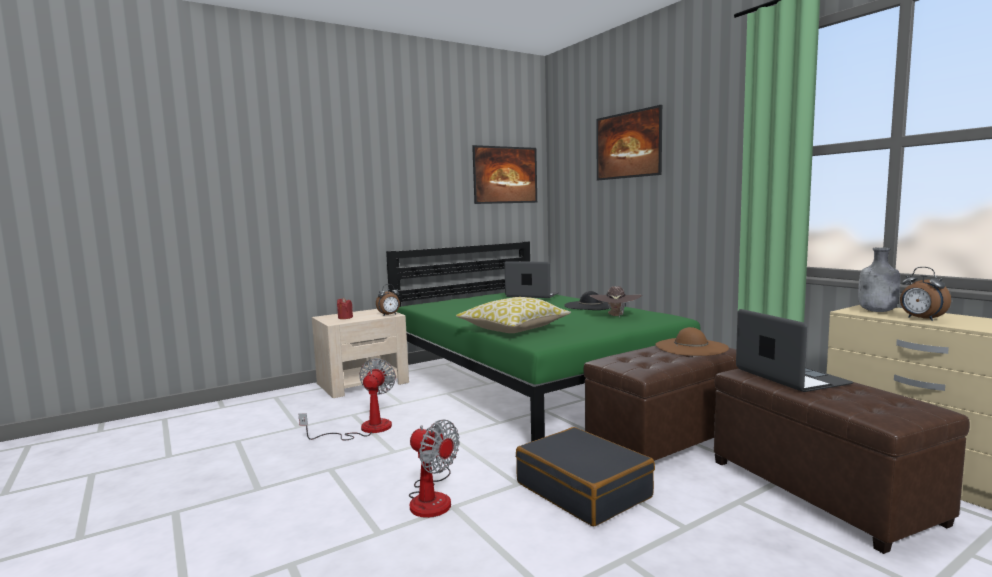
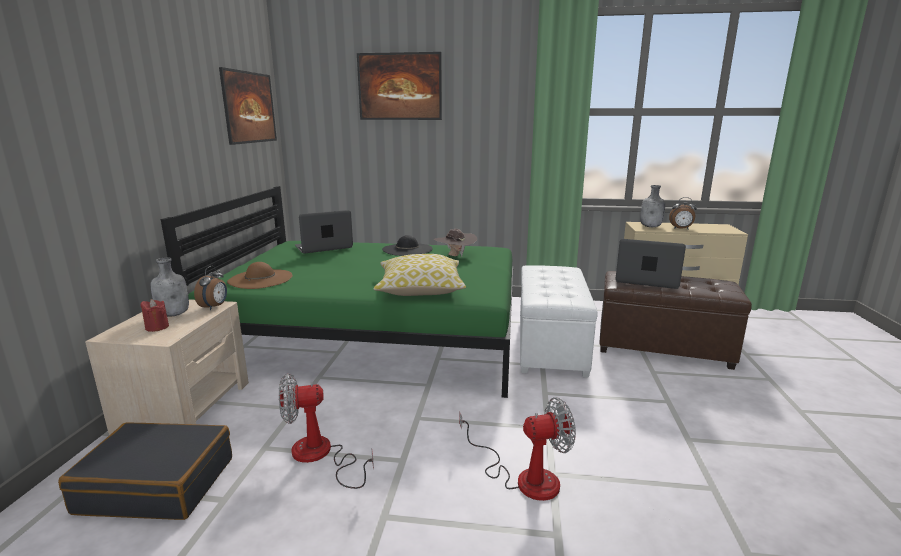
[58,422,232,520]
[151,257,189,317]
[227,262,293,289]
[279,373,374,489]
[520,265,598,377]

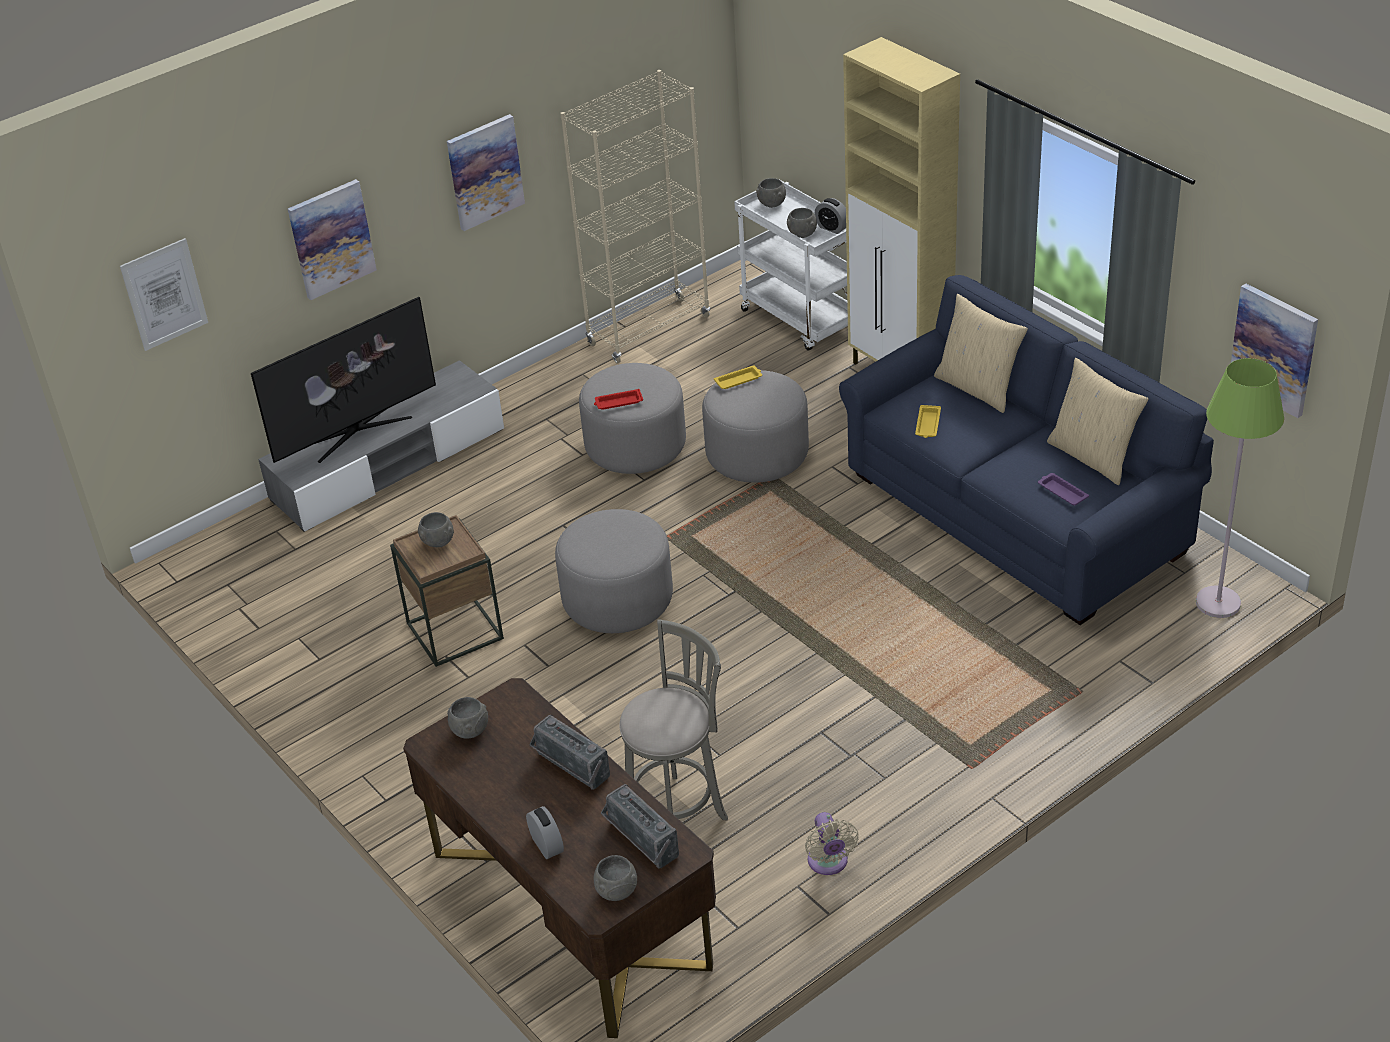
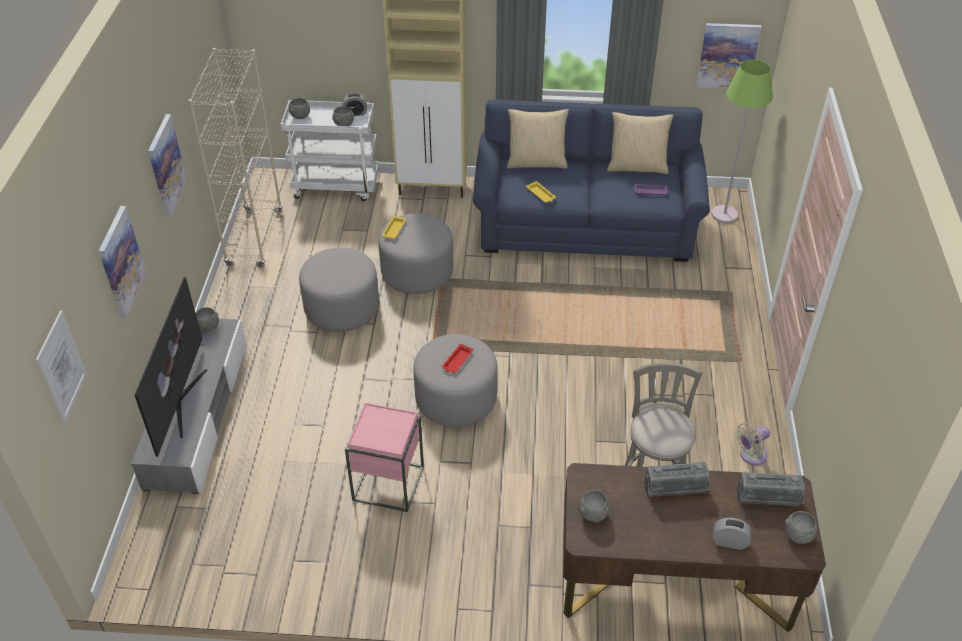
[195,307,219,332]
[345,403,424,512]
[442,344,473,373]
[736,423,770,465]

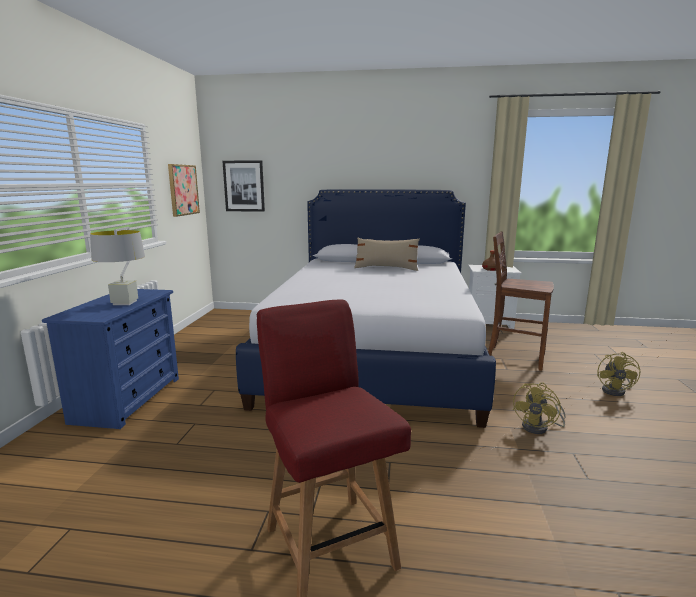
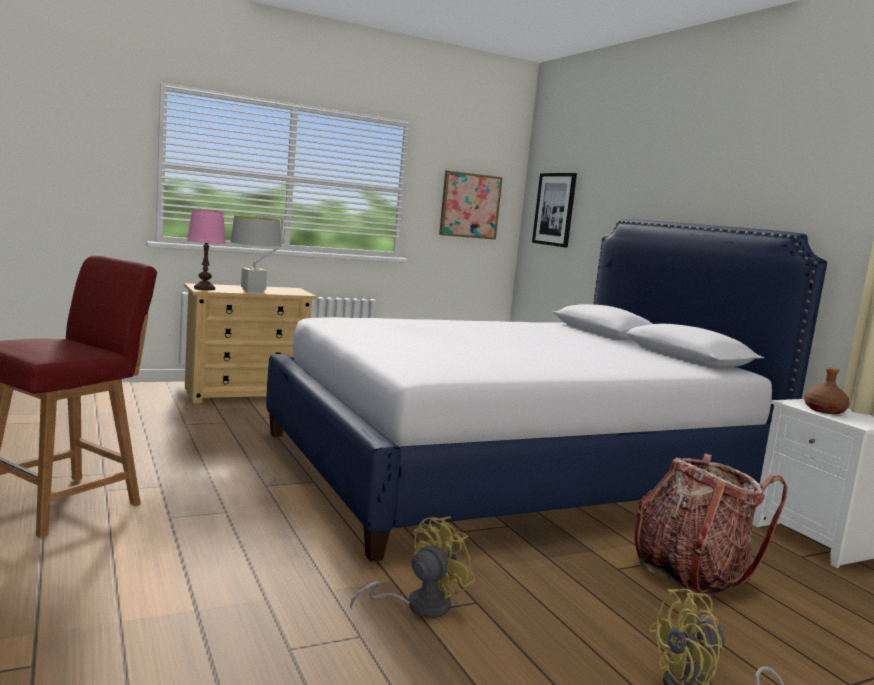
[184,283,317,403]
[187,209,226,290]
[350,516,475,618]
[634,453,787,597]
[354,237,420,271] (first image)

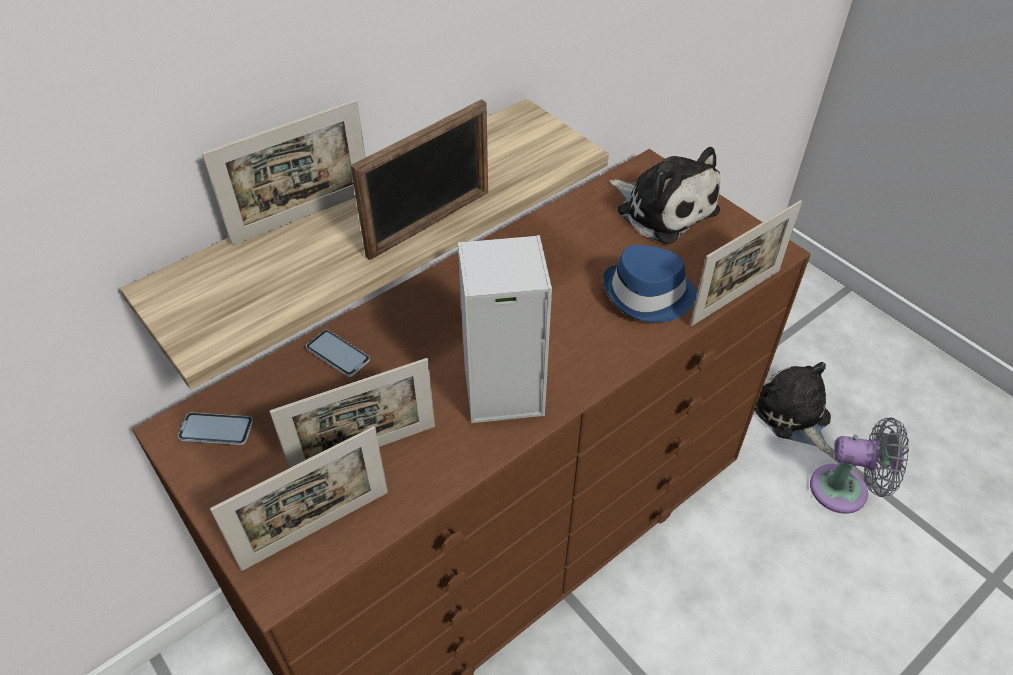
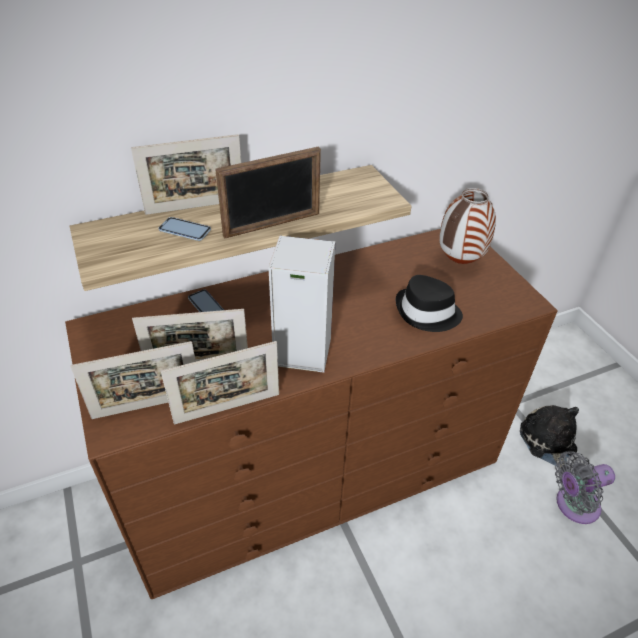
[159,217,211,241]
[161,341,279,425]
[396,275,463,332]
[439,188,496,264]
[555,451,615,524]

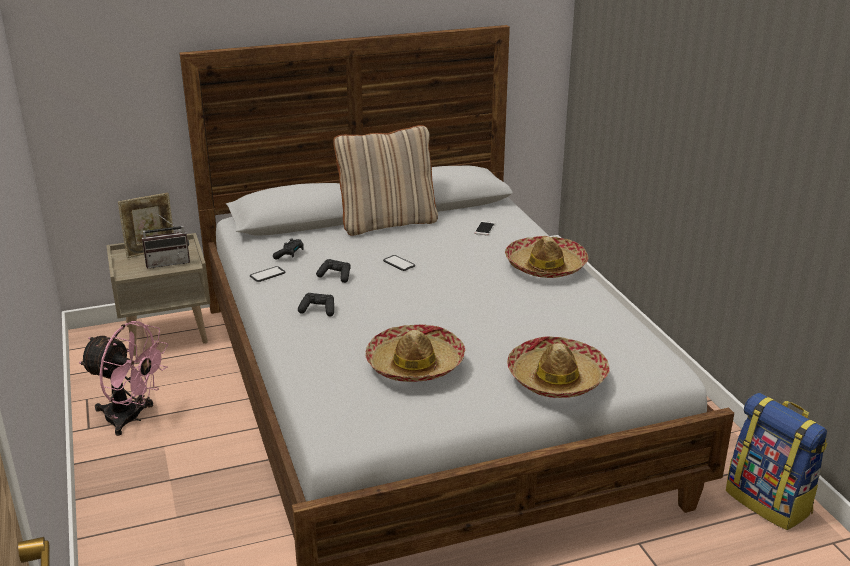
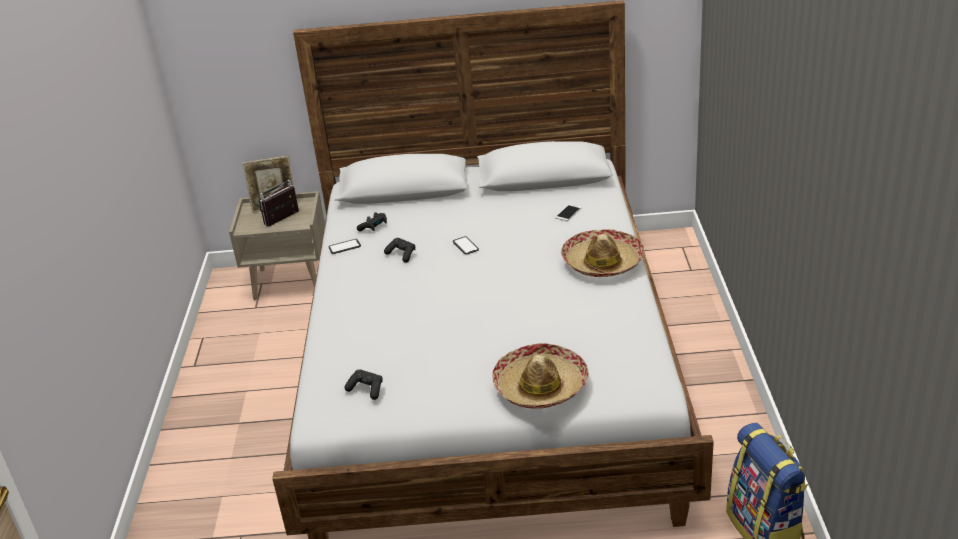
[259,180,299,227]
[344,369,383,400]
[79,321,168,436] (first image)
[333,125,438,236] (first image)
[365,325,466,382] (first image)

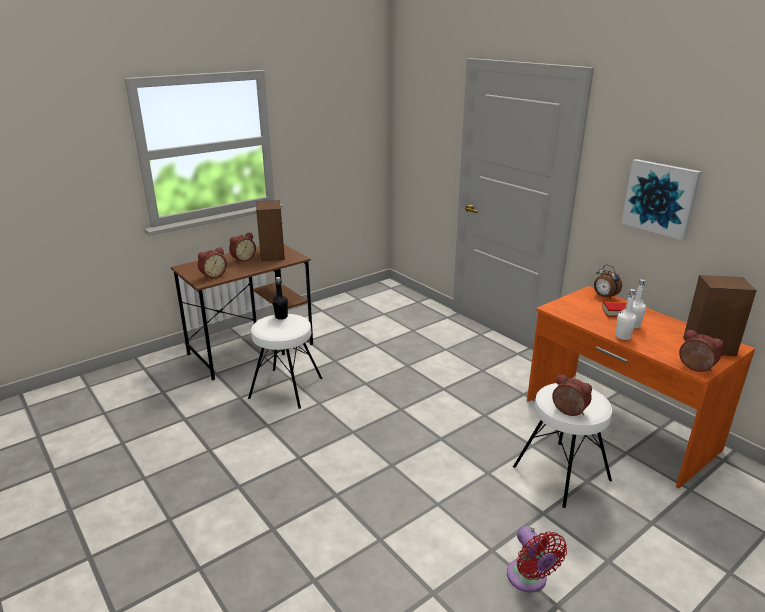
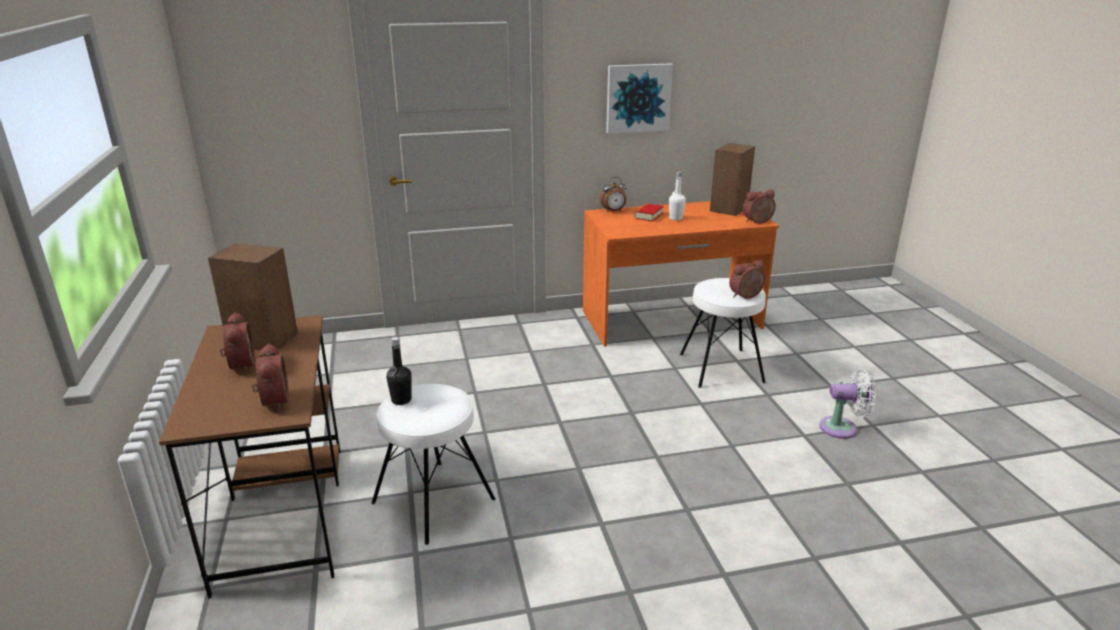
[820,368,876,439]
[616,289,636,340] (first image)

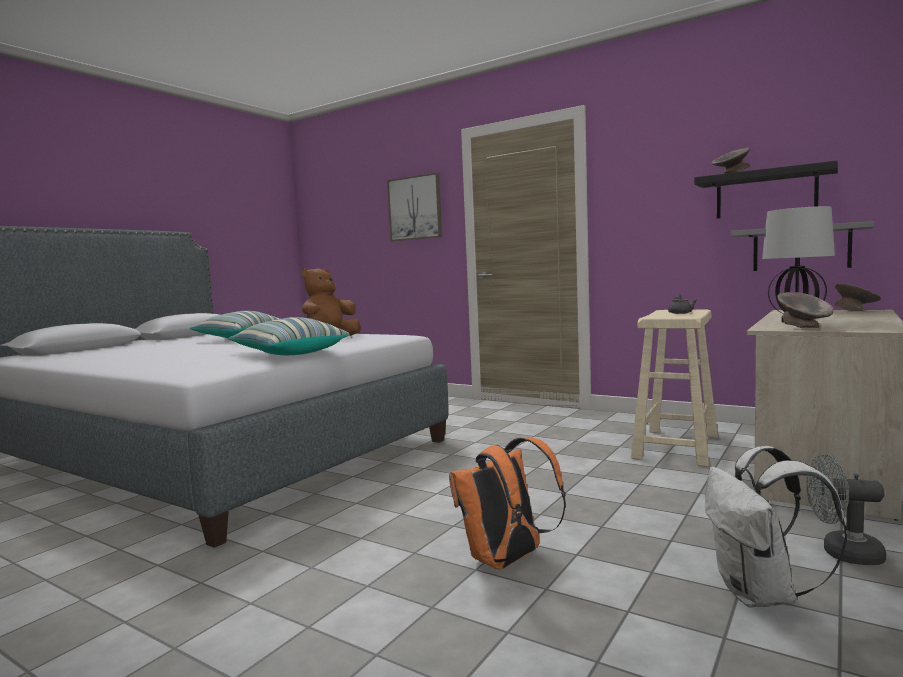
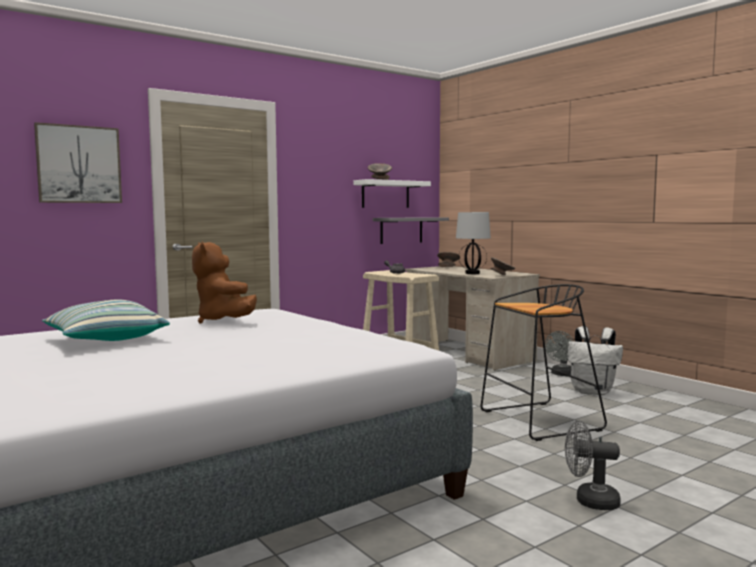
[354,179,431,208]
[481,284,607,441]
[565,421,621,510]
[228,317,349,355] (first image)

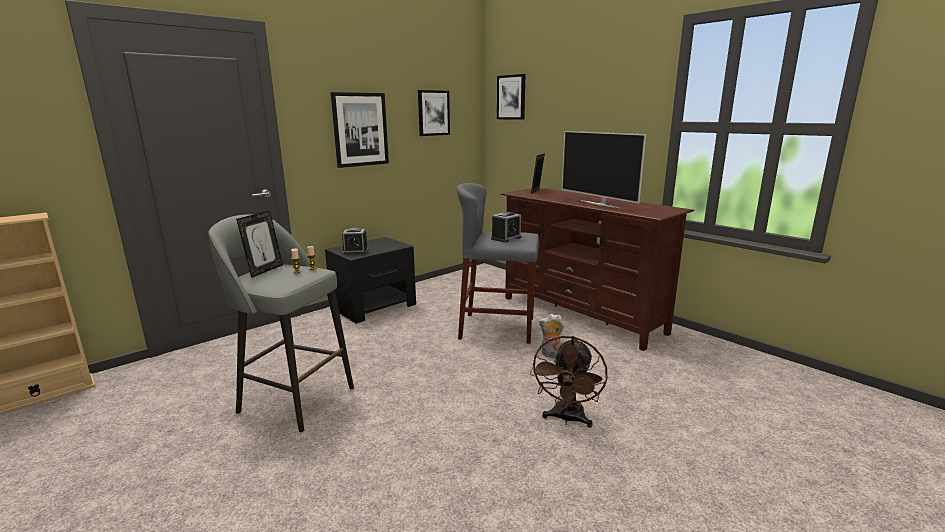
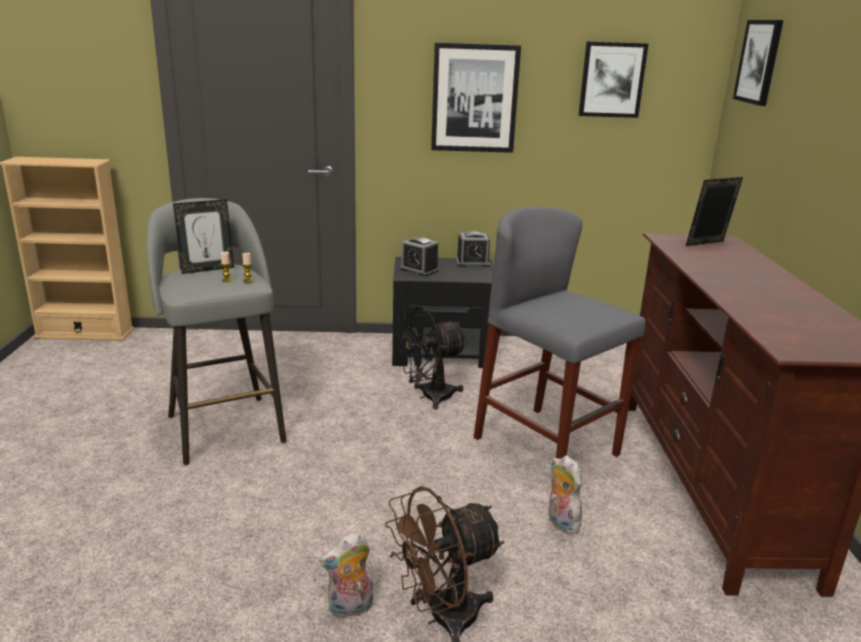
[319,532,373,619]
[395,306,468,409]
[456,231,490,267]
[562,131,646,208] (first image)

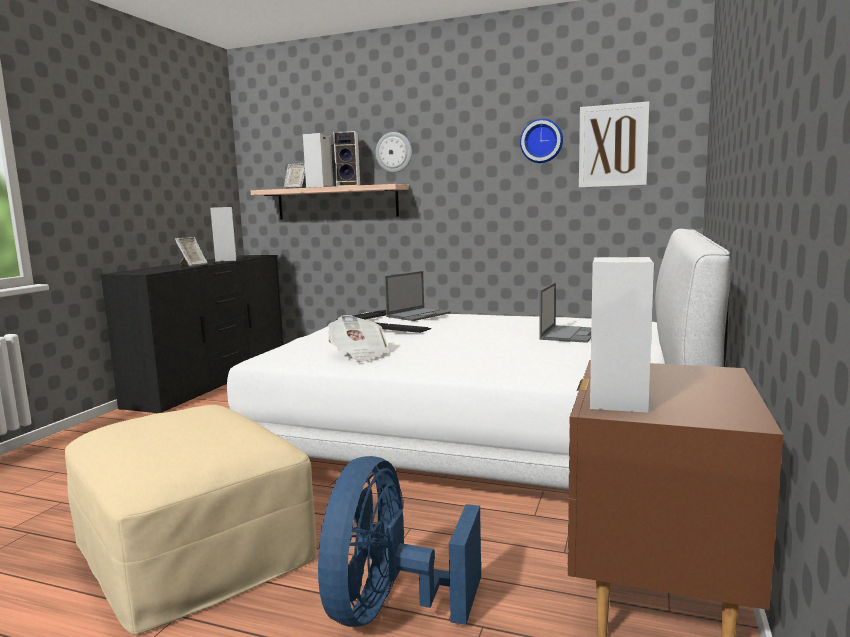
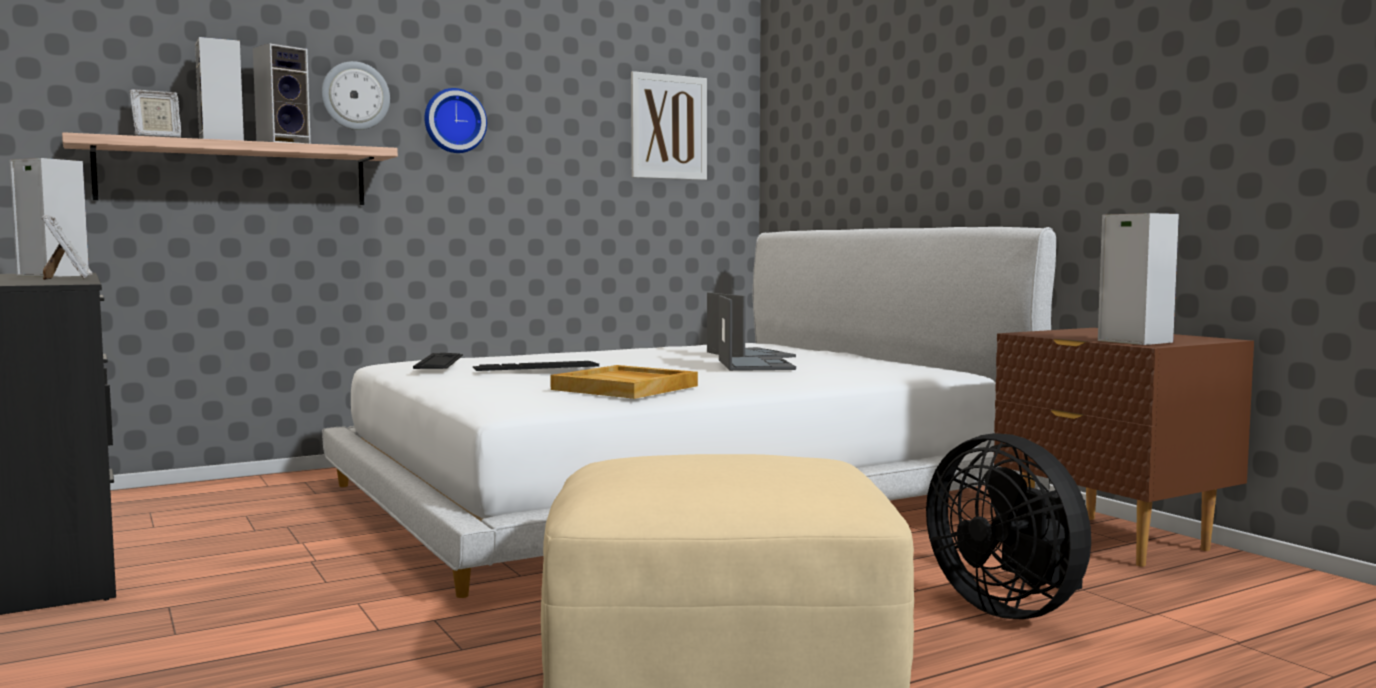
[425,88,487,153]
[550,365,698,399]
[719,295,796,371]
[926,433,1091,619]

